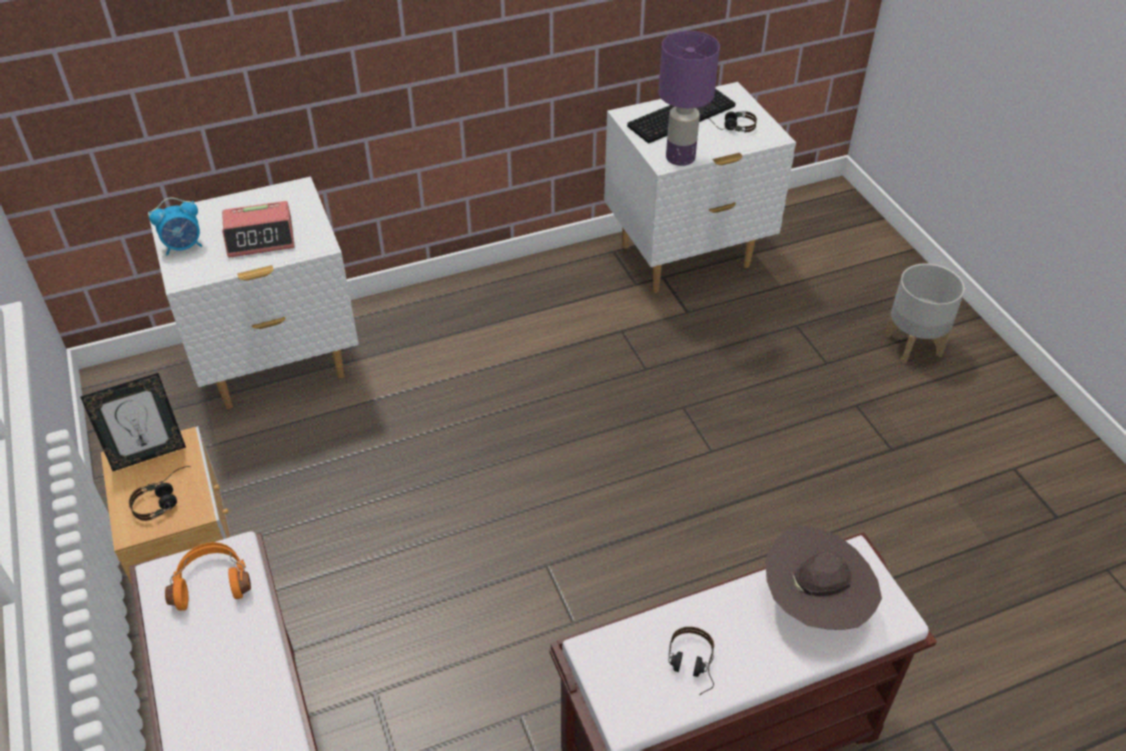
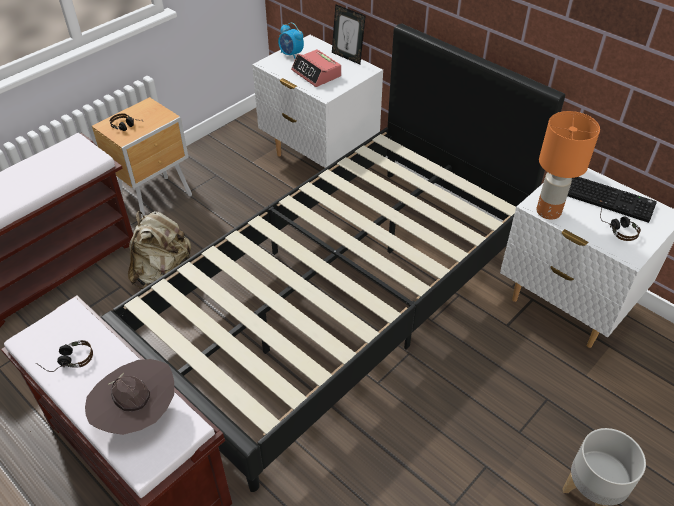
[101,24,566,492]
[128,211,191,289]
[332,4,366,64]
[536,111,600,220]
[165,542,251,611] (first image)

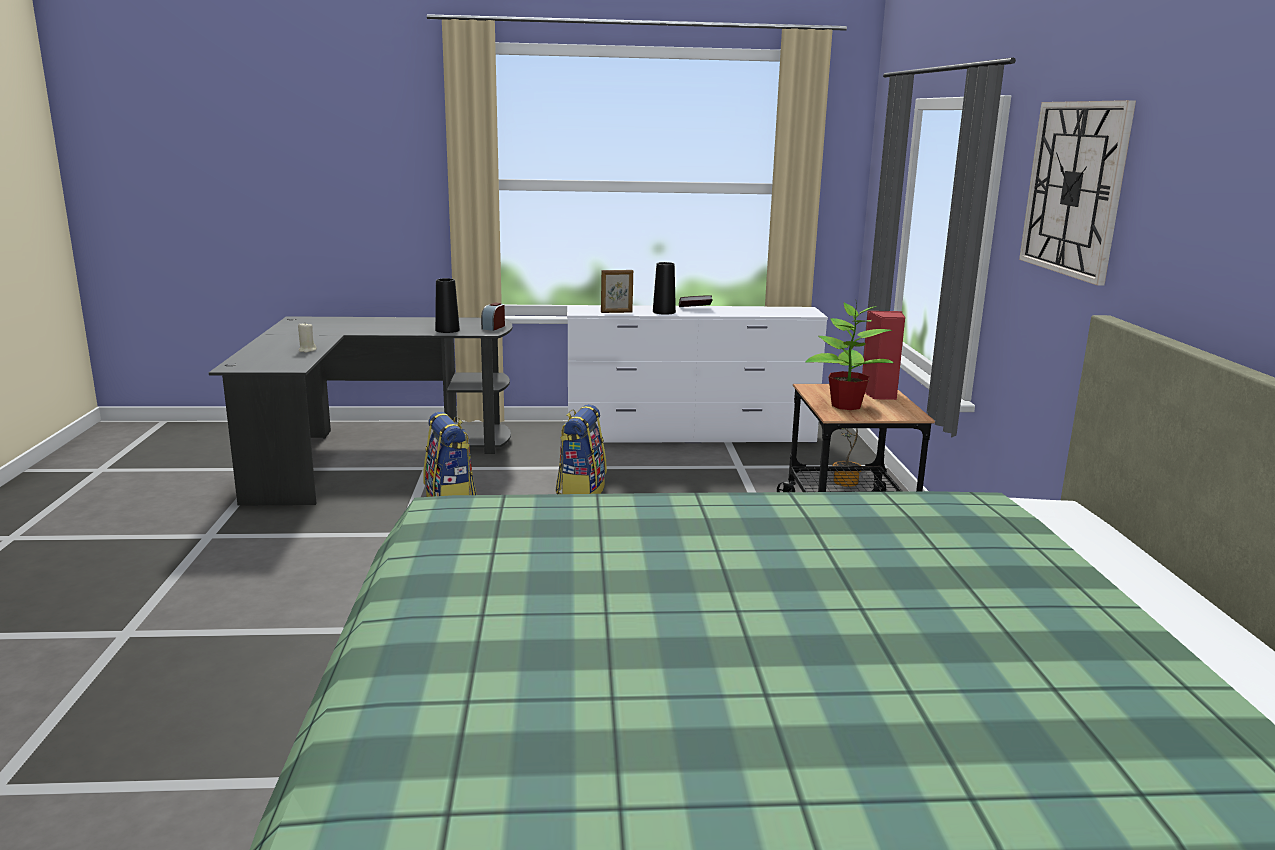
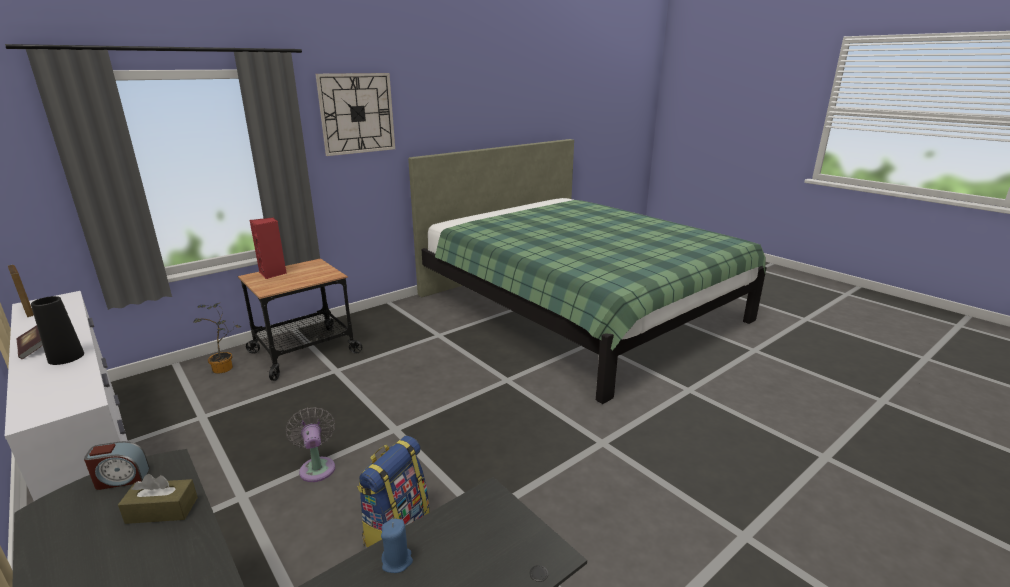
[8,265,34,317]
[118,474,198,524]
[286,407,335,482]
[381,519,413,573]
[805,302,894,410] (first image)

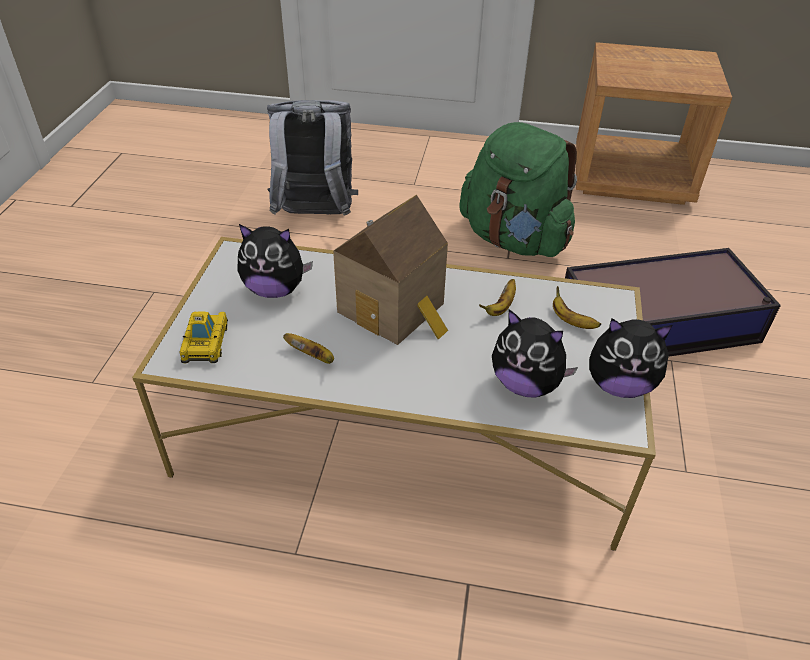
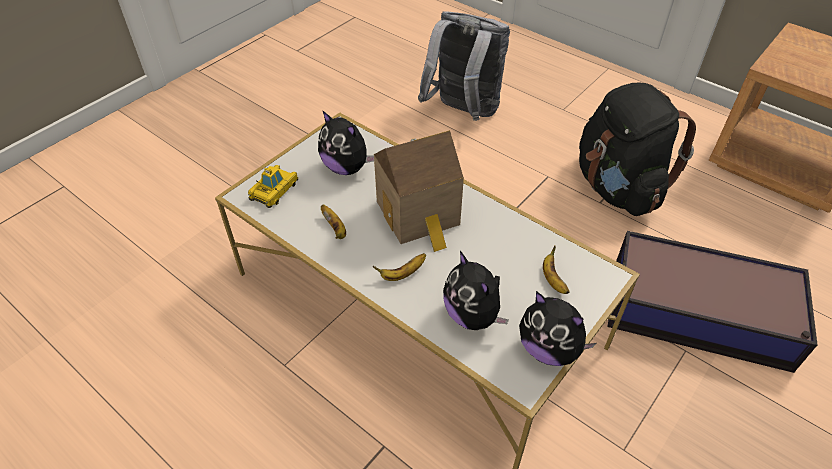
[373,253,426,281]
[579,83,696,216]

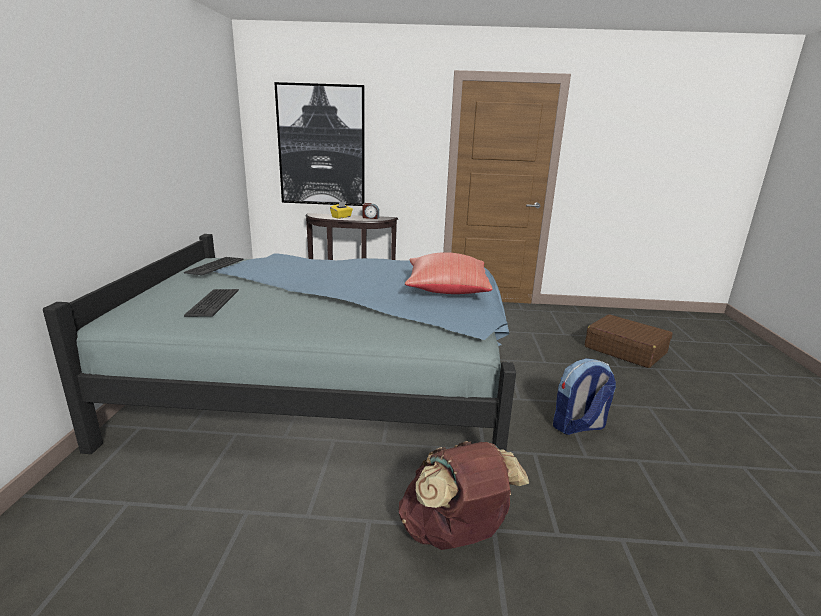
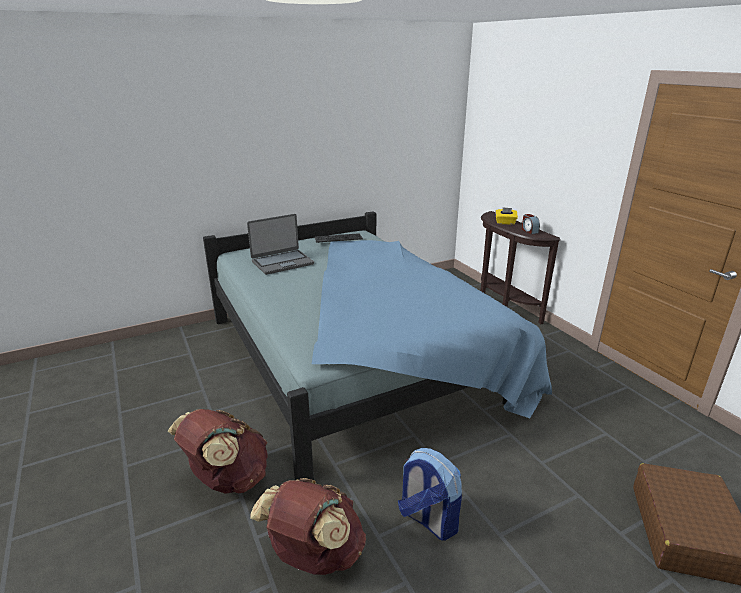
[247,214,314,275]
[250,478,366,575]
[274,82,365,206] (first image)
[405,252,493,294] (first image)

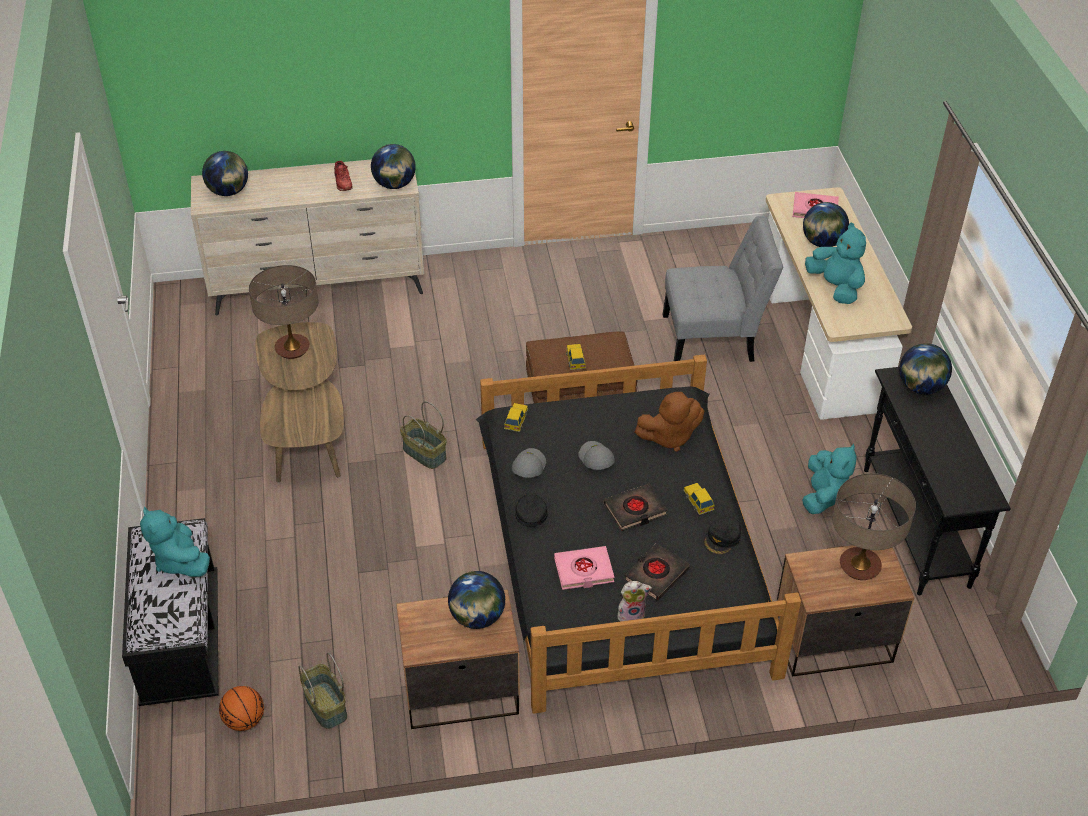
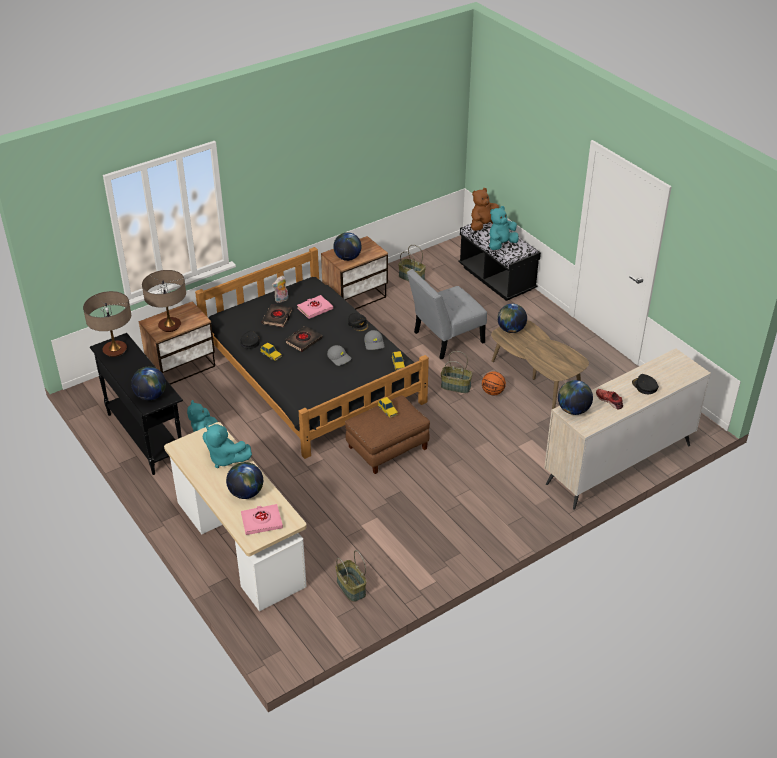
[83,291,131,357]
[336,550,366,602]
[407,269,487,359]
[471,188,499,231]
[482,372,506,395]
[489,206,519,250]
[497,304,527,333]
[632,374,659,394]

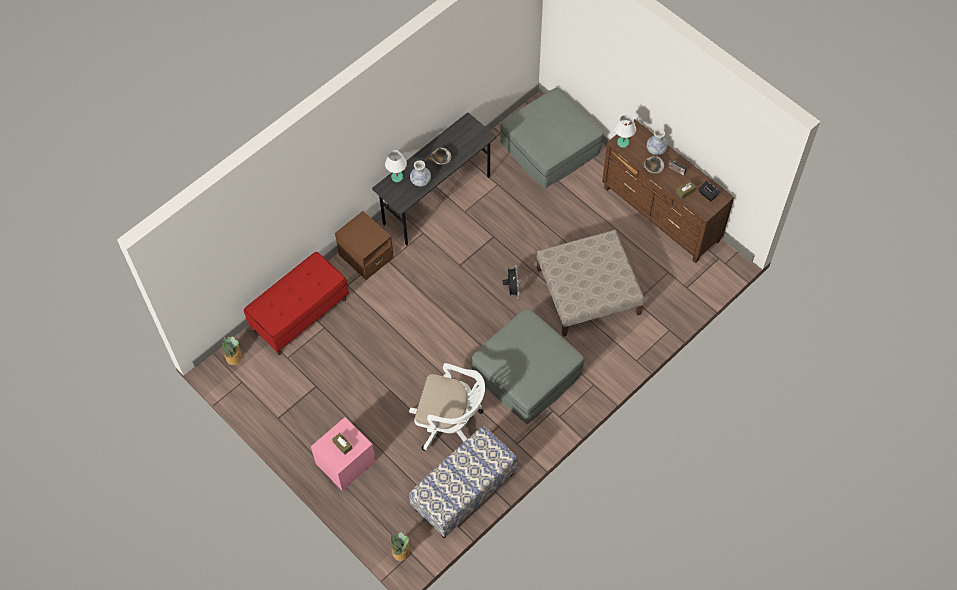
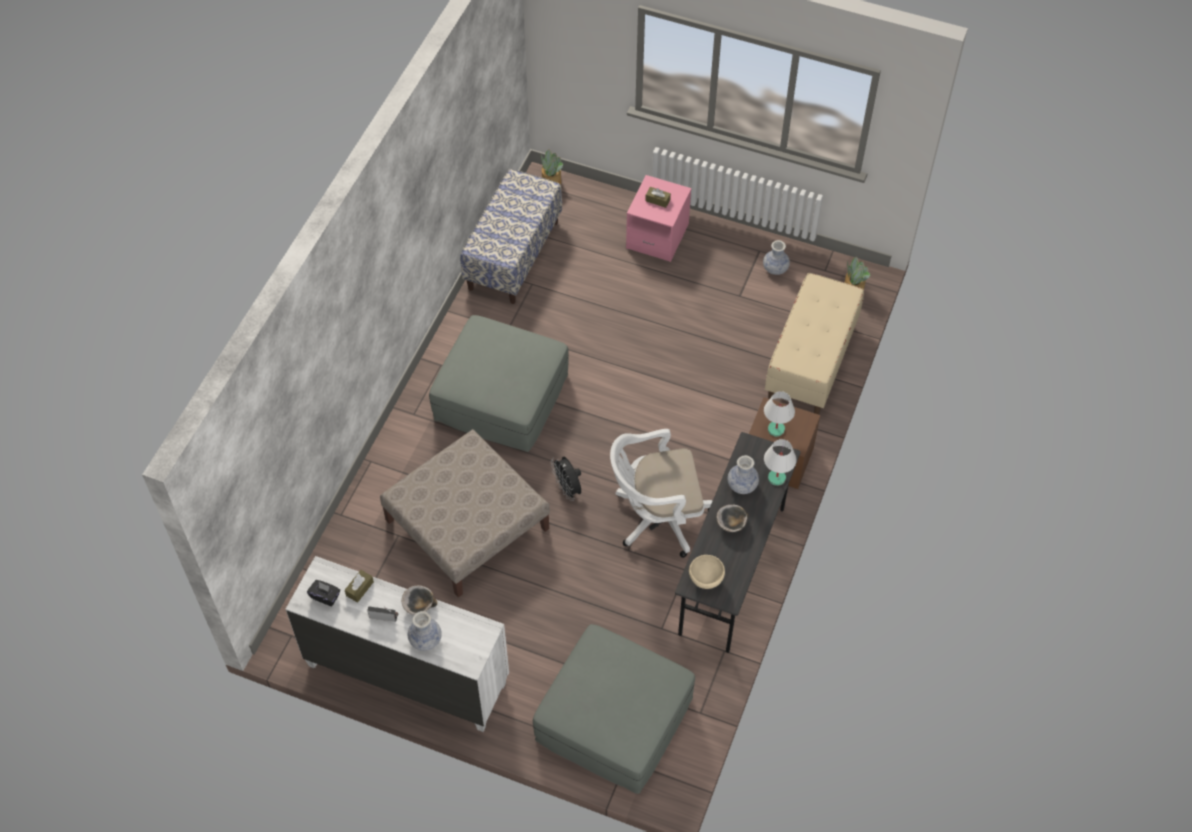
[286,556,509,732]
[610,429,712,558]
[689,555,725,589]
[763,240,790,275]
[764,391,795,437]
[765,273,864,415]

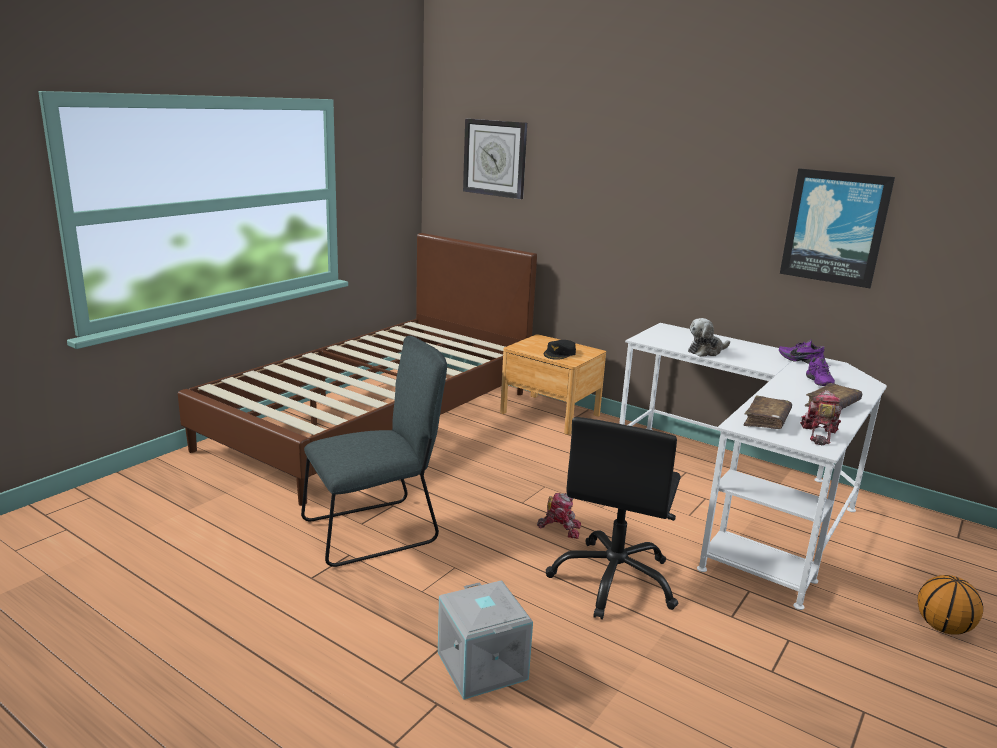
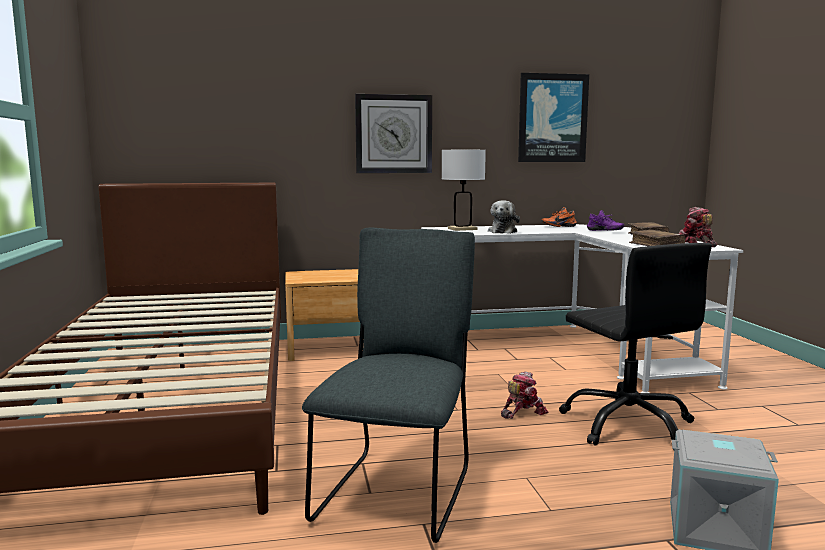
[355,94,432,173]
[442,150,486,231]
[542,207,577,227]
[544,340,576,360] (first image)
[917,575,983,634] (first image)

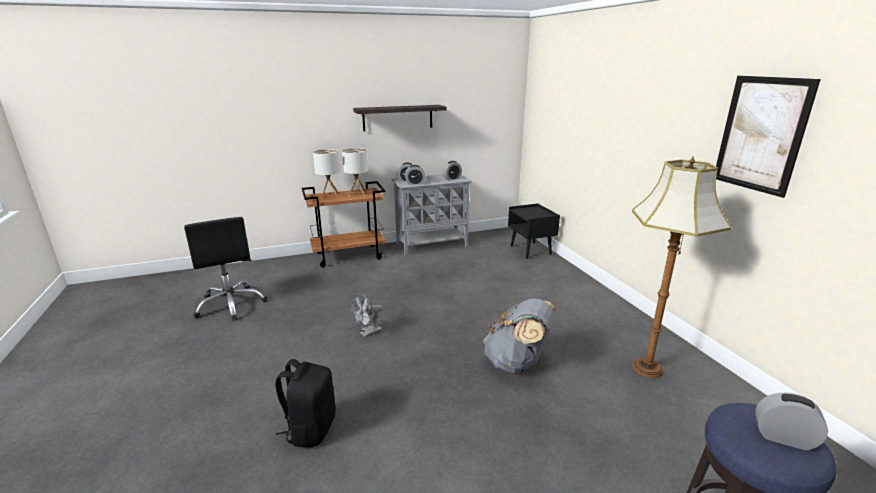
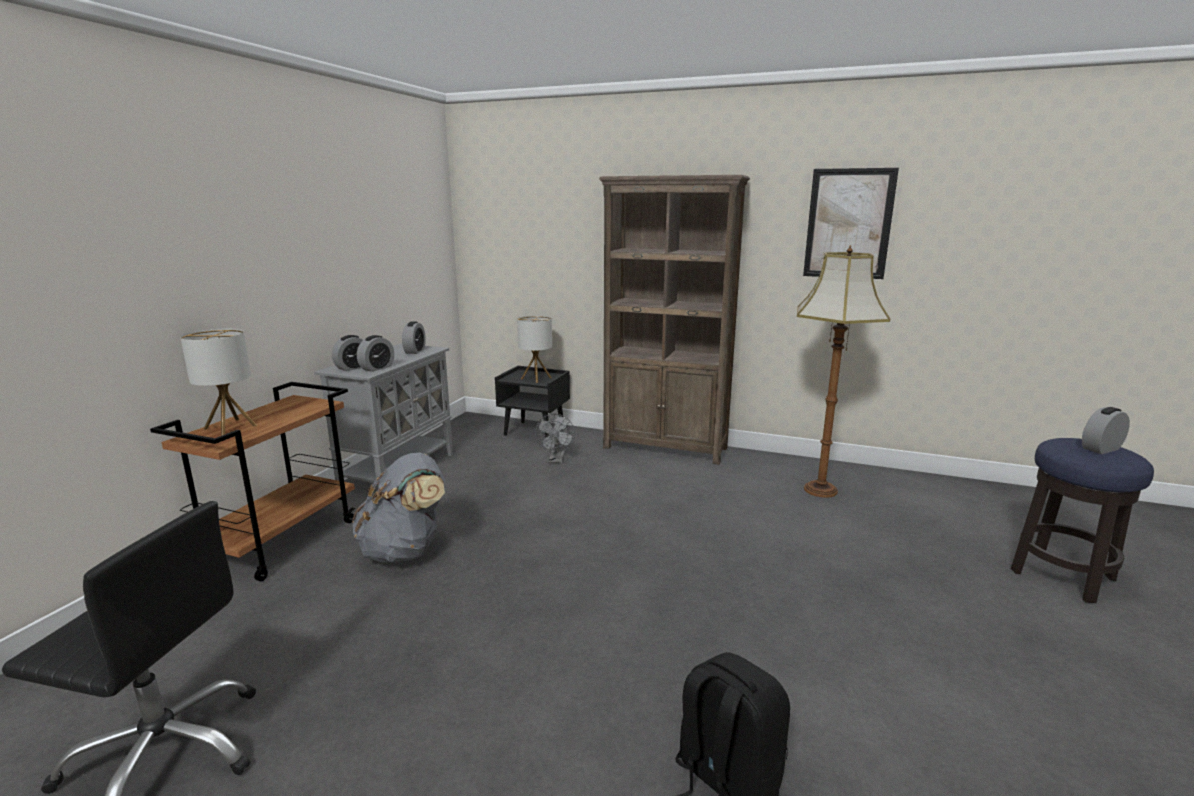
[352,453,445,562]
[517,316,552,383]
[535,414,575,463]
[599,175,750,465]
[353,105,447,131] (first image)

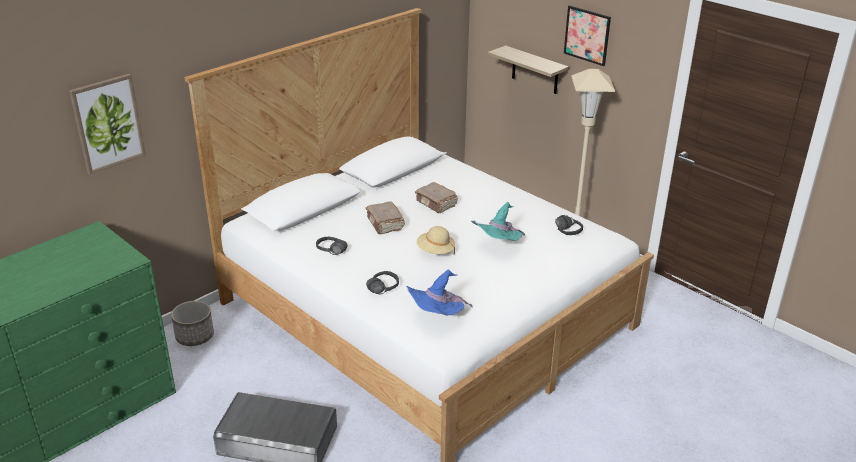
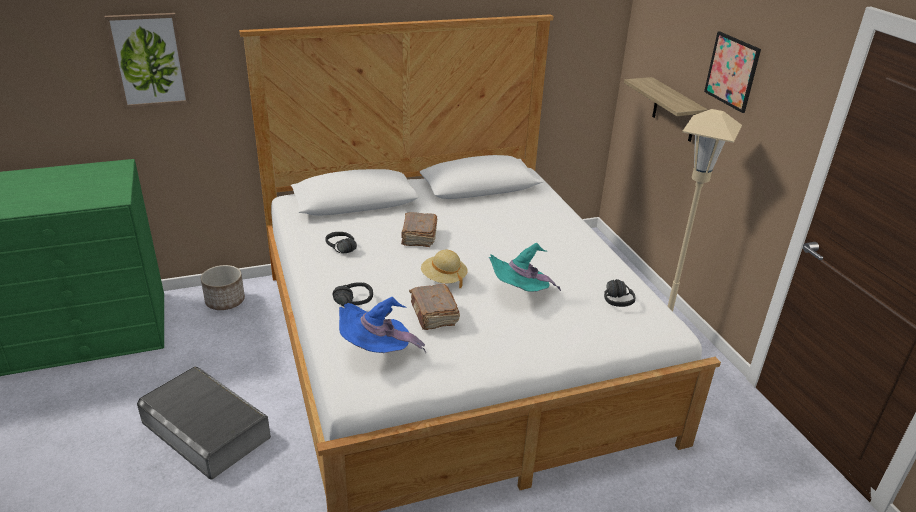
[409,284,460,330]

